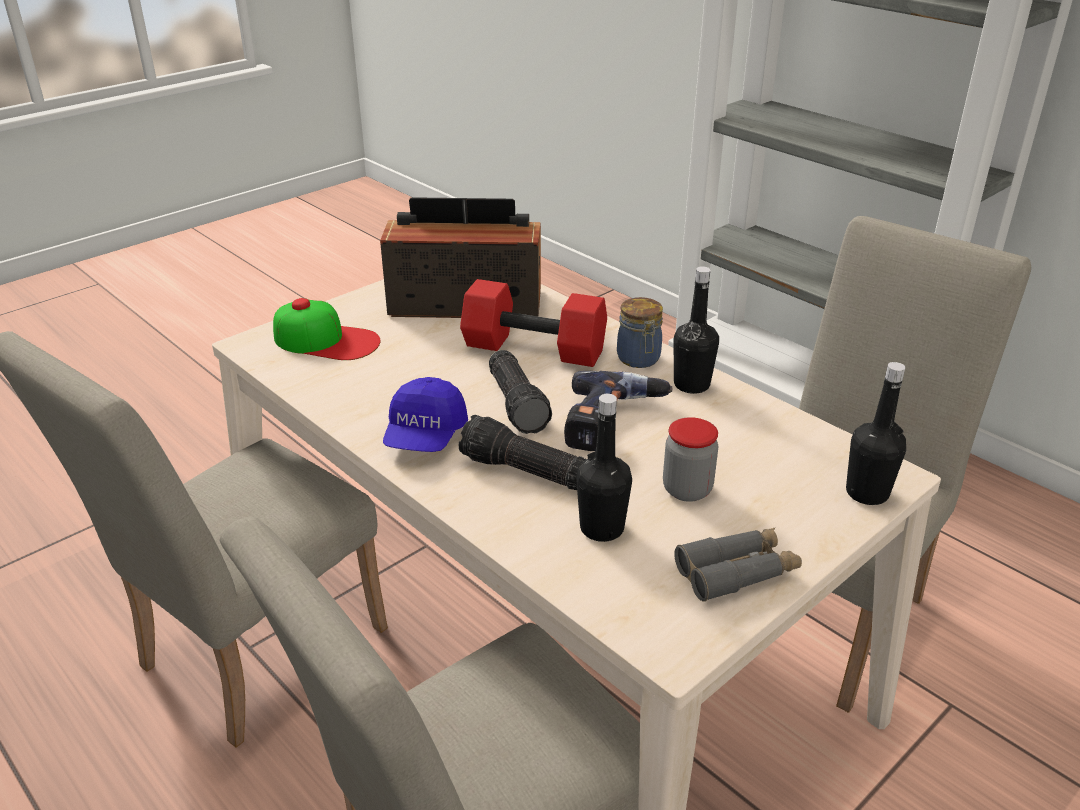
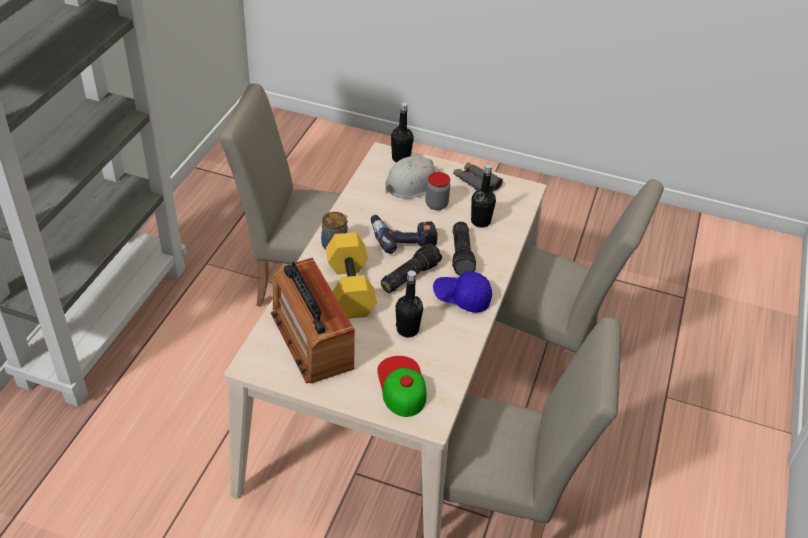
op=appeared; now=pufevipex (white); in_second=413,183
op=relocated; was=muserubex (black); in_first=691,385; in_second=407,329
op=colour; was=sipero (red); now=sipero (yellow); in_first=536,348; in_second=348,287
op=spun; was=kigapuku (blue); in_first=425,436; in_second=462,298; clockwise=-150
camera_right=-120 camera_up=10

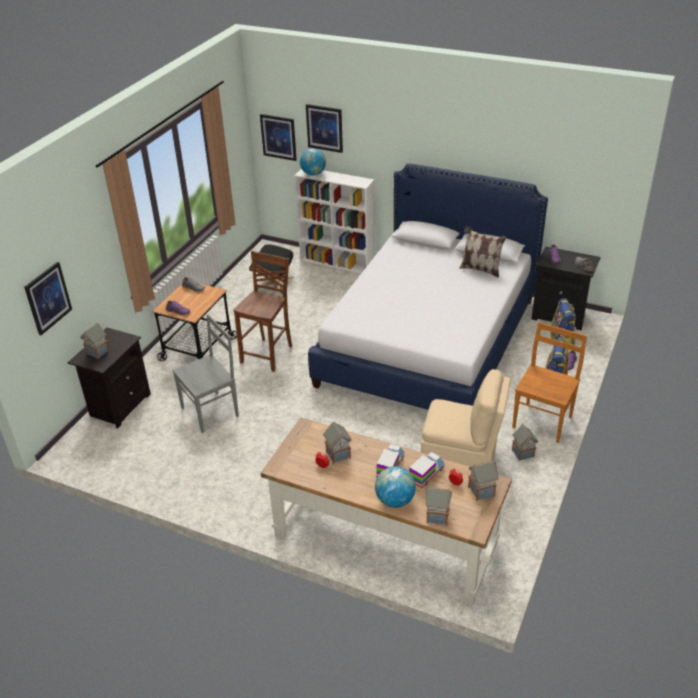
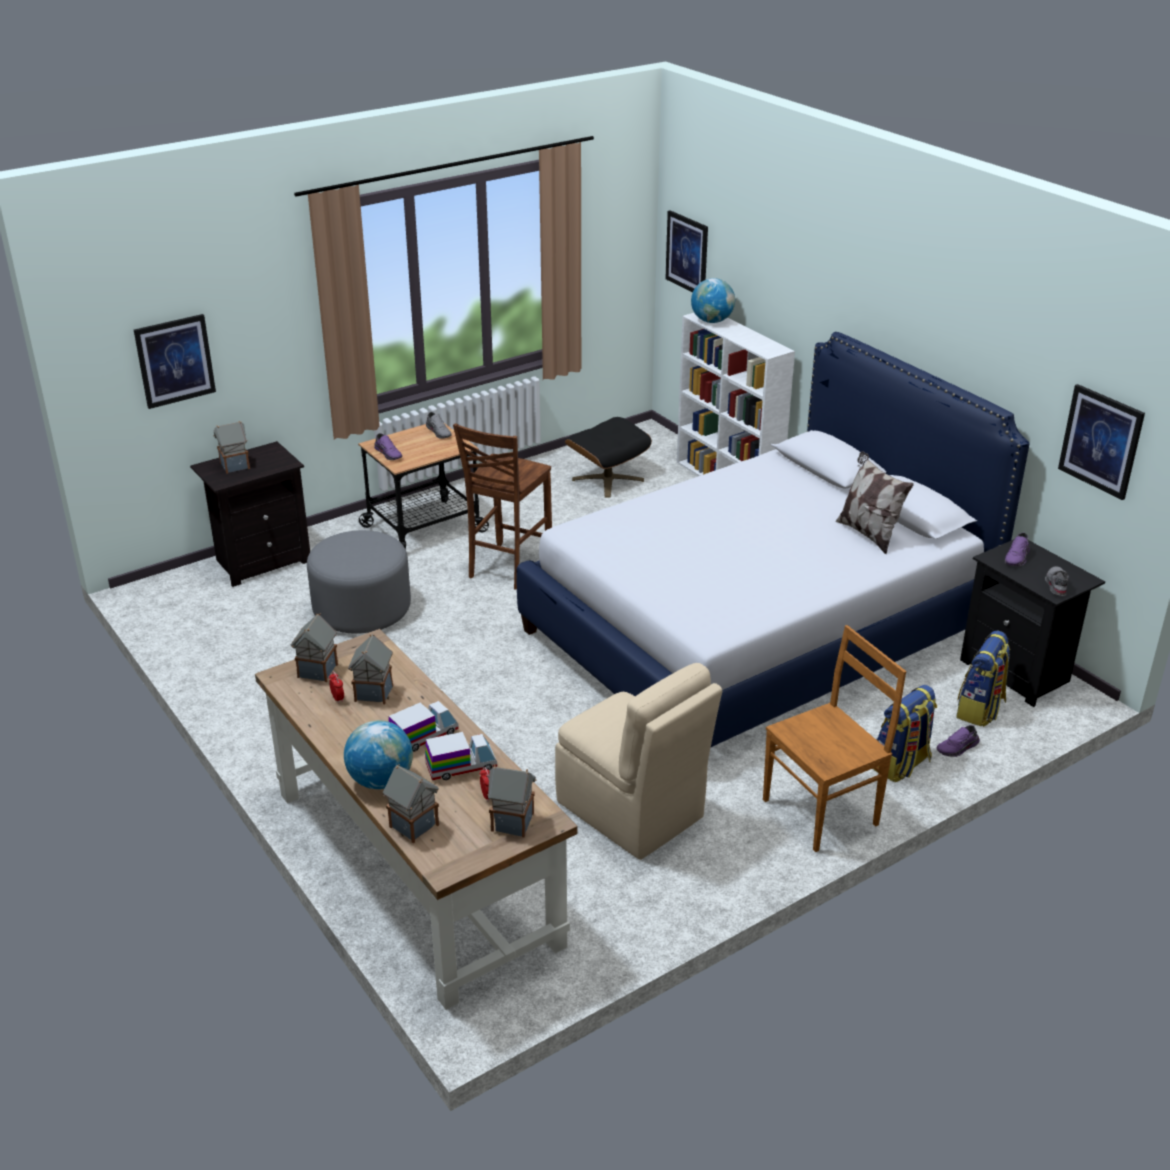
op=relocated; was=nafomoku; in_first=324,128; in_second=1101,441
op=relocated; was=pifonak; in_first=523,454; in_second=317,672
op=exchanged; was=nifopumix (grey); now=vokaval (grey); in_first=211,411; in_second=362,610
op=spun; was=nifopumix (brown); in_first=268,354; in_second=507,567; clockwise=150
camera_right=30 camera_up=-5

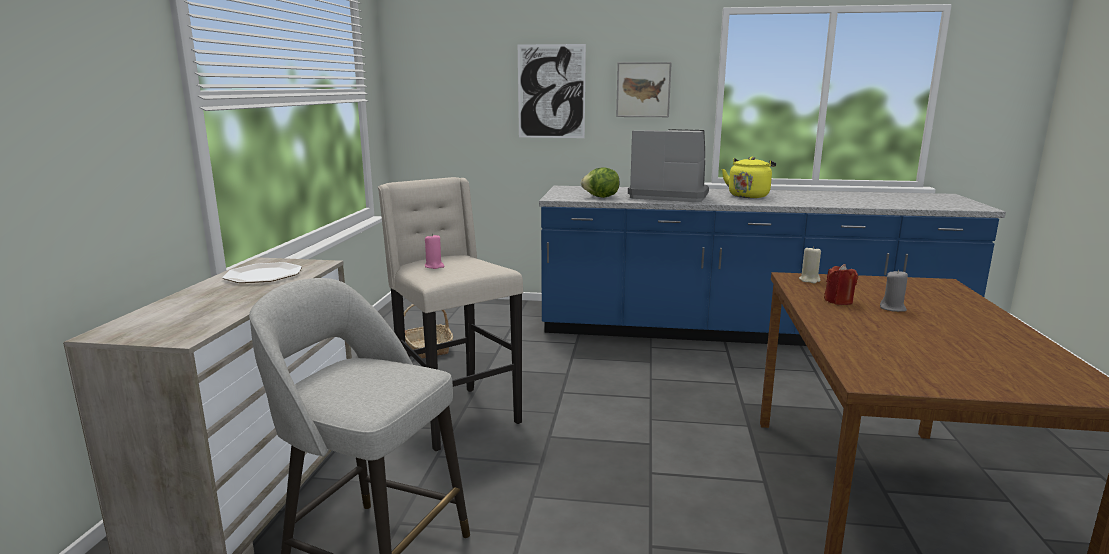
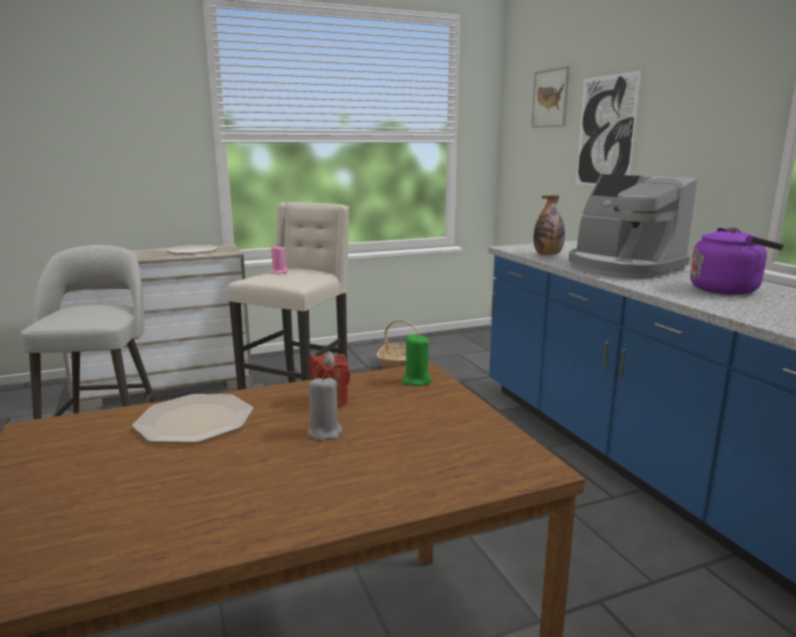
op=appeared; now=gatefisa; in_second=194,420
op=relocated; was=nafomoku; in_first=643,90; in_second=550,98
op=exchanged; was=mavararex; now=muserubex; in_first=601,197; in_second=547,255
op=colour; was=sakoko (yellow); now=sakoko (purple); in_first=748,195; in_second=727,290
op=colour; was=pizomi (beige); now=pizomi (green); in_first=809,280; in_second=416,381
op=spun; was=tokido; in_first=668,196; in_second=622,268; clockwise=150
camera_right=60 camera_up=0

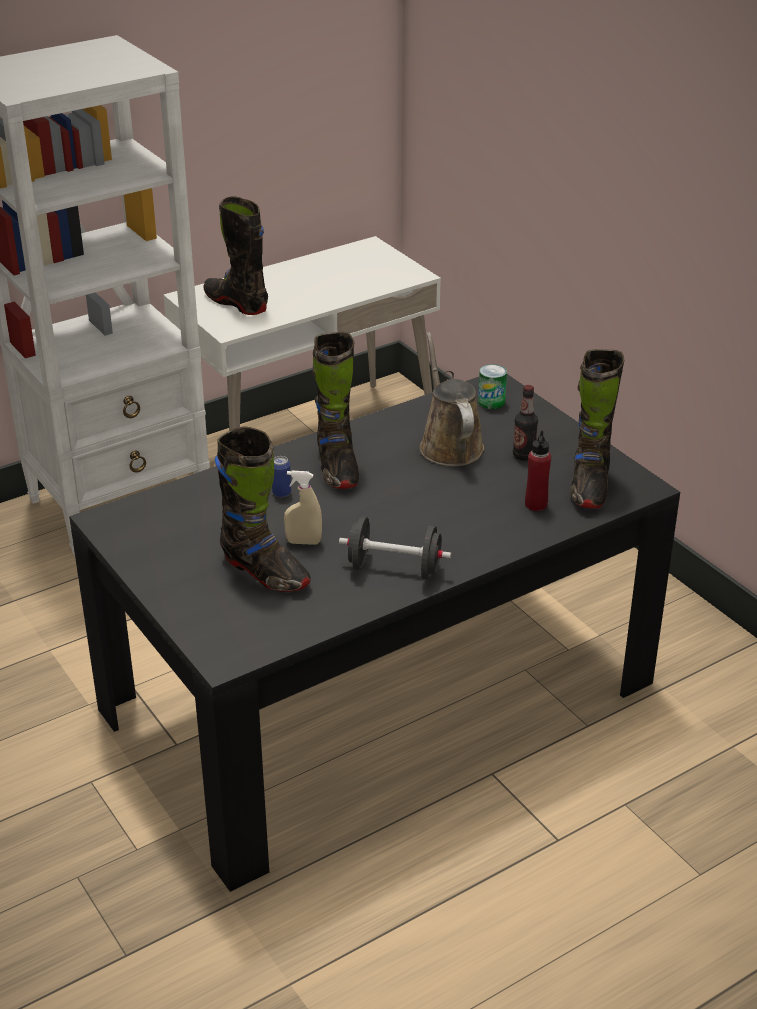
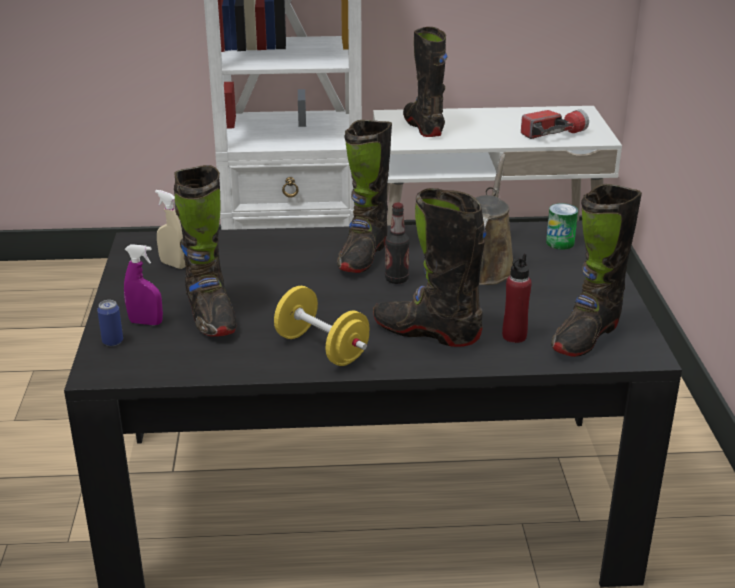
op=appeared; now=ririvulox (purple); in_second=146,322
op=appeared; now=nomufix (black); in_second=427,332
op=appeared; now=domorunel; in_second=553,134
op=relocated; was=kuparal; in_first=281,493; in_second=112,341
op=relocated; was=ririvulox (beige); in_first=303,542; in_second=173,264
op=relocated; was=muserubex; in_first=523,455; in_second=396,279
op=colour; was=sipero (black); now=sipero (yellow); in_first=394,569; in_second=322,348
camera_right=30 camera_up=-5

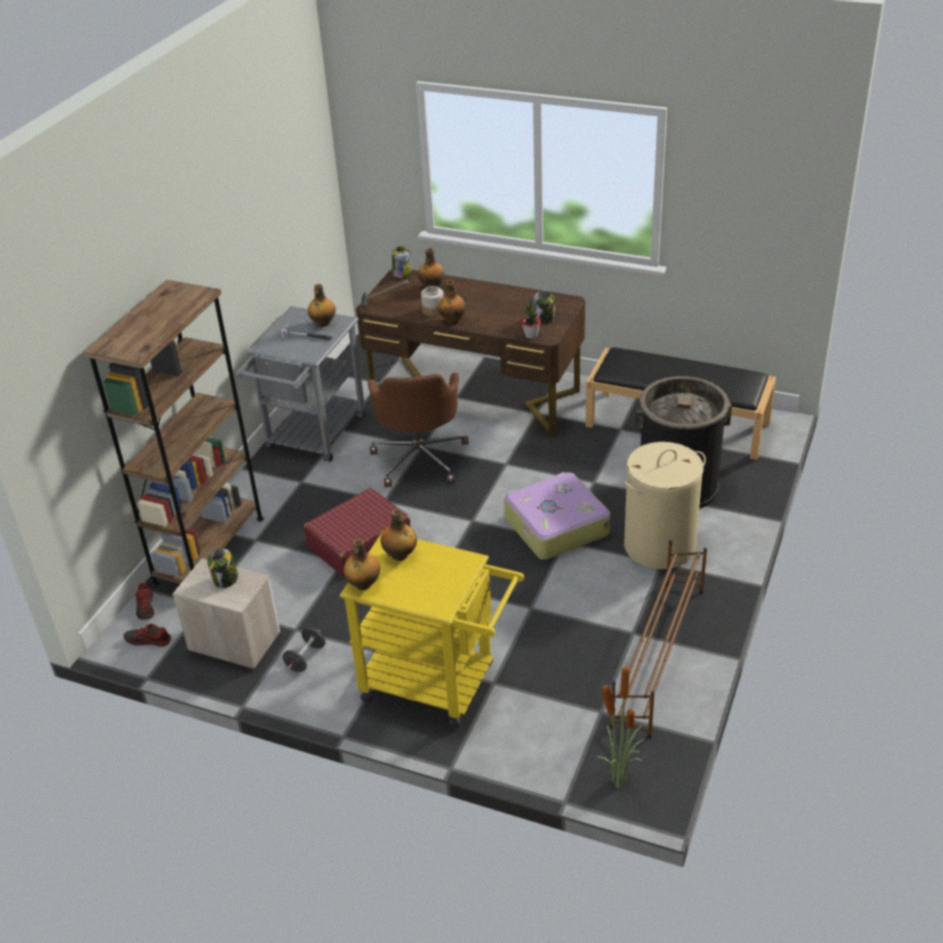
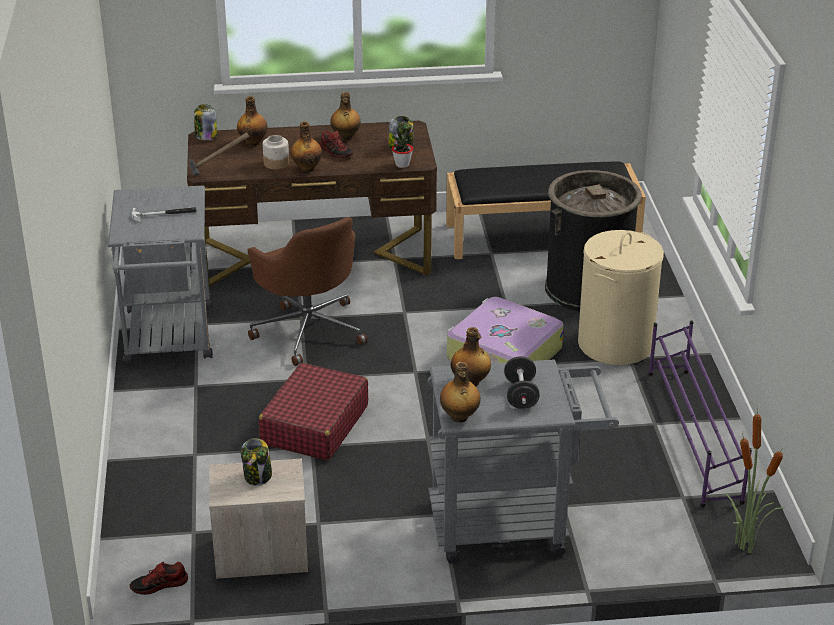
op=missing; was=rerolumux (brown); in_first=209,551
op=relocated; was=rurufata; in_first=146,607; in_second=336,152
op=relocated; was=sipero (black); in_first=305,658; in_second=521,395
op=relocated; was=muserubex; in_first=323,324; in_second=345,137
op=colour; was=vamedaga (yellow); now=vamedaga (grey); in_first=439,684; in_second=512,524
op=colour; was=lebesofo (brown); now=lebesofo (purple); in_first=658,656; in_second=693,436
camera_right=-30 camera_up=-5

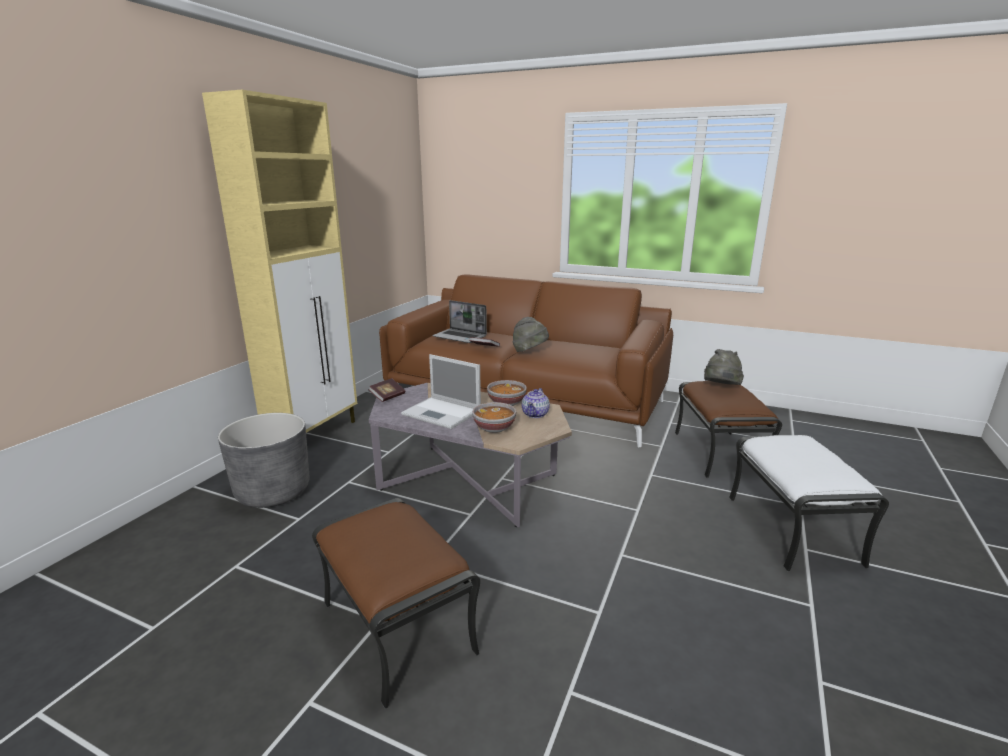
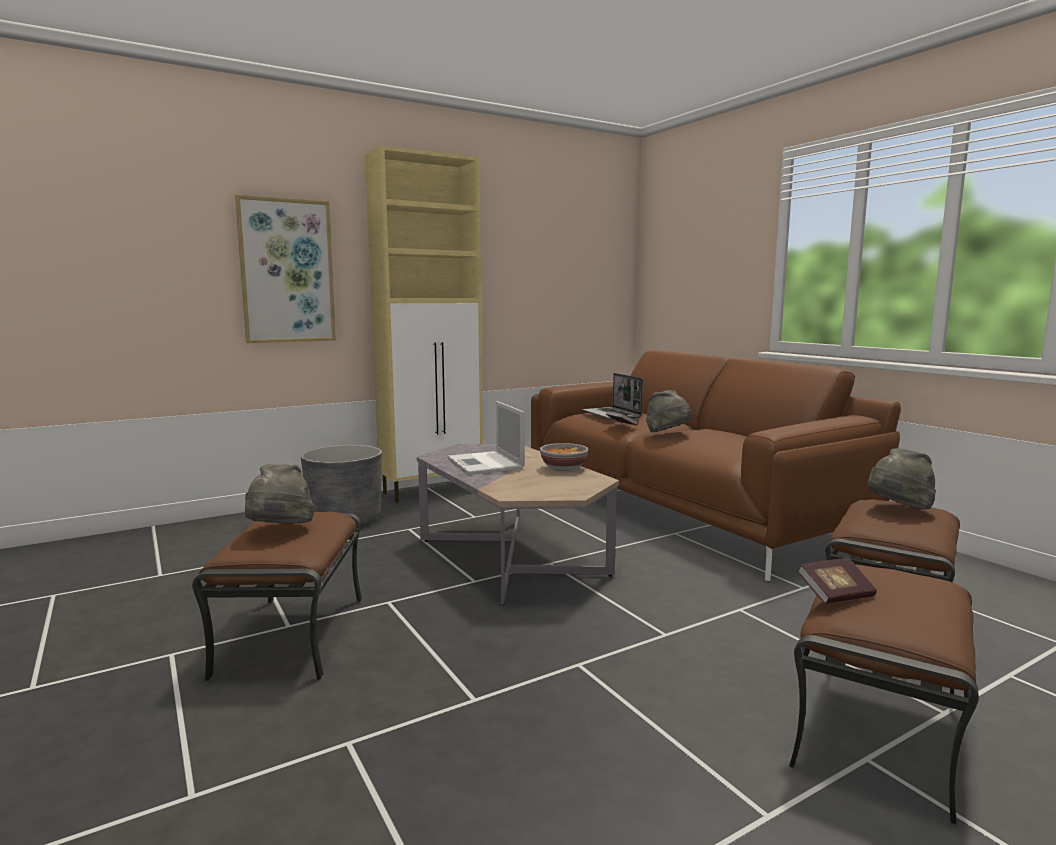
op=missing; was=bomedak; in_first=494,428
op=missing; was=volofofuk; in_first=535,414
op=appeared; now=nafomoku; in_second=287,271
op=appeared; now=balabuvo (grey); in_second=280,531
op=relocated; was=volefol; in_first=387,397; in_second=835,595
op=colour; was=vokaval (white); now=vokaval (brown); in_first=793,530; in_second=880,732
camera_right=35 camera_up=-10

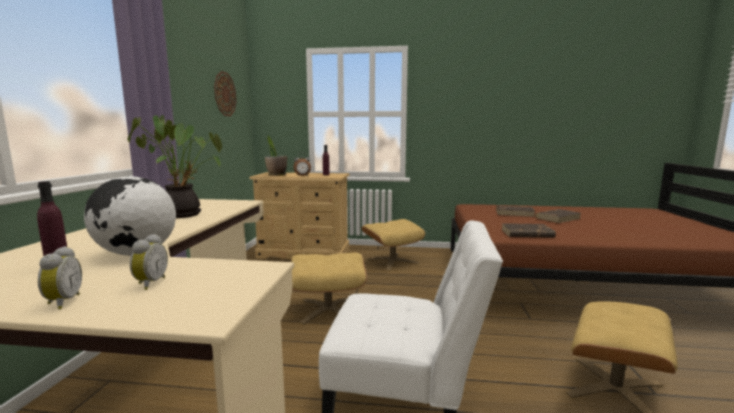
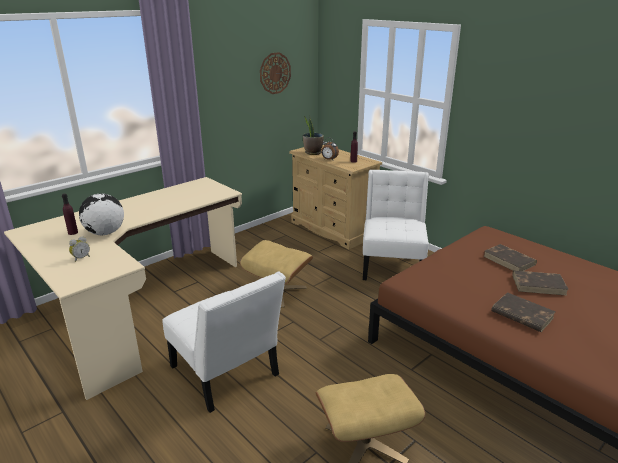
op=missing; was=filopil; in_first=62,302
op=missing; was=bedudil; in_first=184,214
op=relocated; was=volefol (brown); in_first=526,233; in_second=521,315
op=exchanged; was=vokaval (beige); now=nifopumix (white); in_first=392,261; in_second=392,265
camera_right=40 camera_up=15

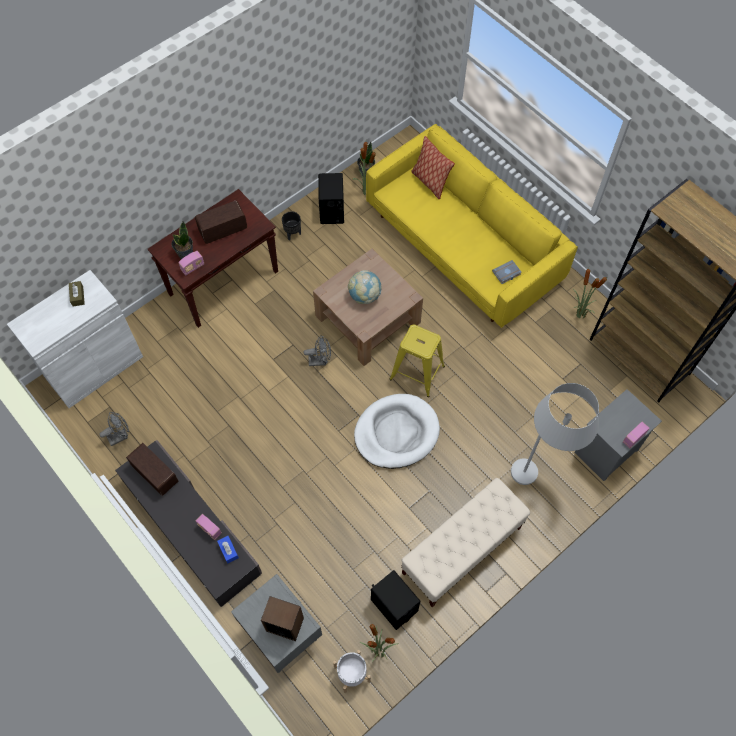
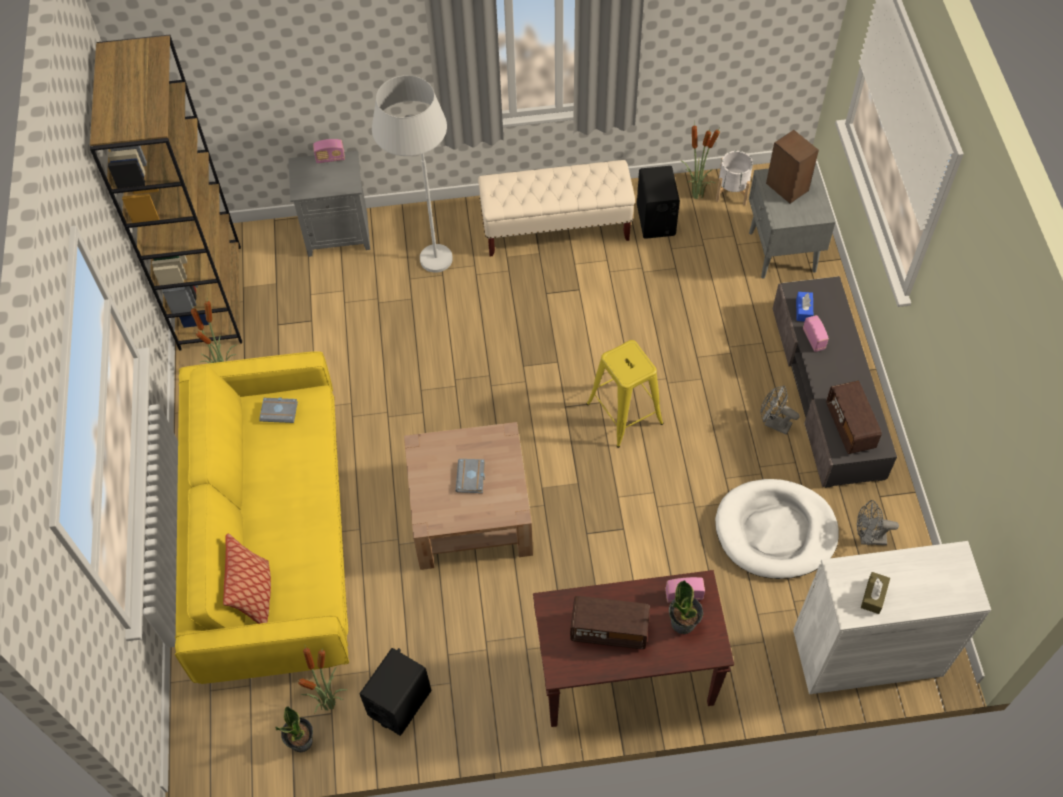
op=missing; was=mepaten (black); in_first=292,233
op=relocated; was=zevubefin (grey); in_first=320,361; in_second=773,423
op=relocated; was=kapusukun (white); in_first=396,433; in_second=775,531
op=relocated; was=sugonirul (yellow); in_first=417,372; in_second=624,413
op=exchanged; was=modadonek; now=volefol (grey); in_first=364,295; in_second=472,478
camera_right=-145 camera_up=-5

